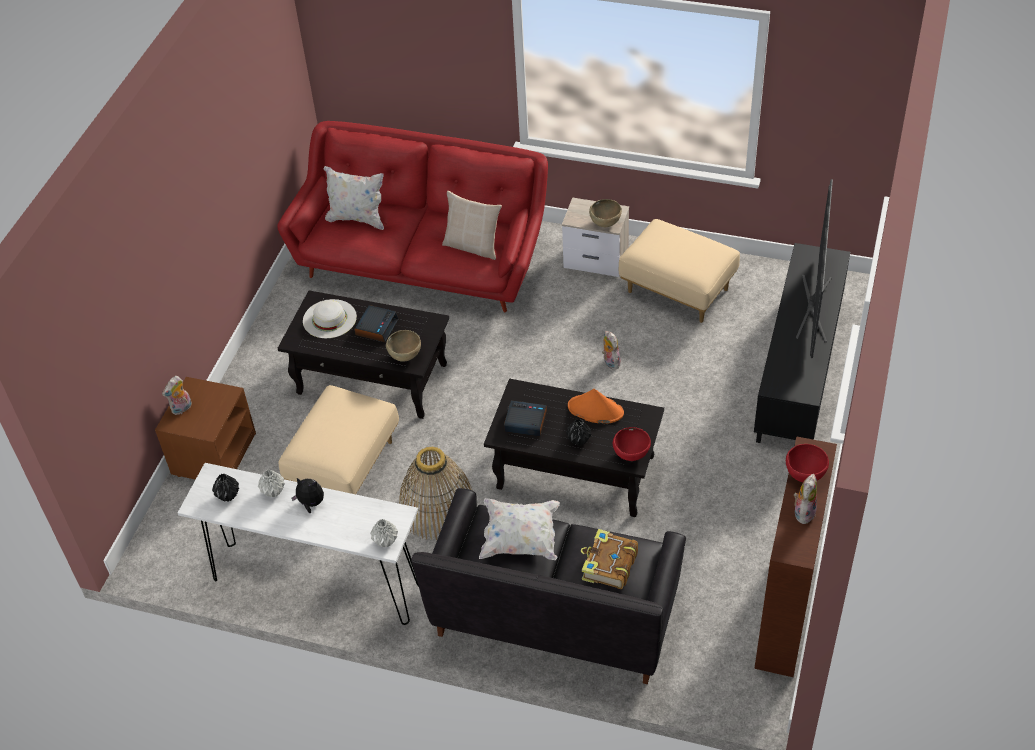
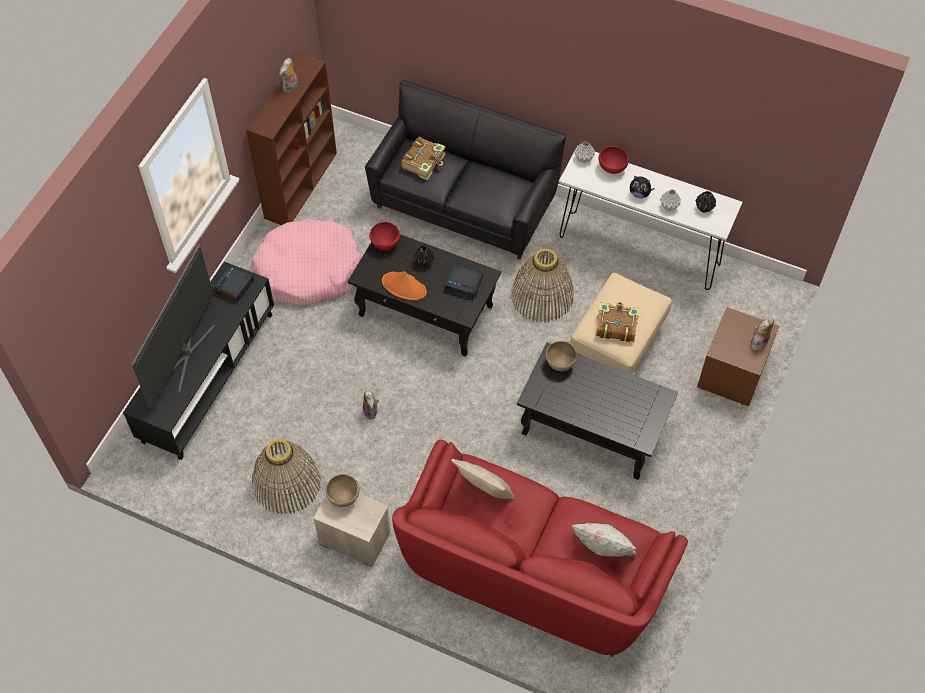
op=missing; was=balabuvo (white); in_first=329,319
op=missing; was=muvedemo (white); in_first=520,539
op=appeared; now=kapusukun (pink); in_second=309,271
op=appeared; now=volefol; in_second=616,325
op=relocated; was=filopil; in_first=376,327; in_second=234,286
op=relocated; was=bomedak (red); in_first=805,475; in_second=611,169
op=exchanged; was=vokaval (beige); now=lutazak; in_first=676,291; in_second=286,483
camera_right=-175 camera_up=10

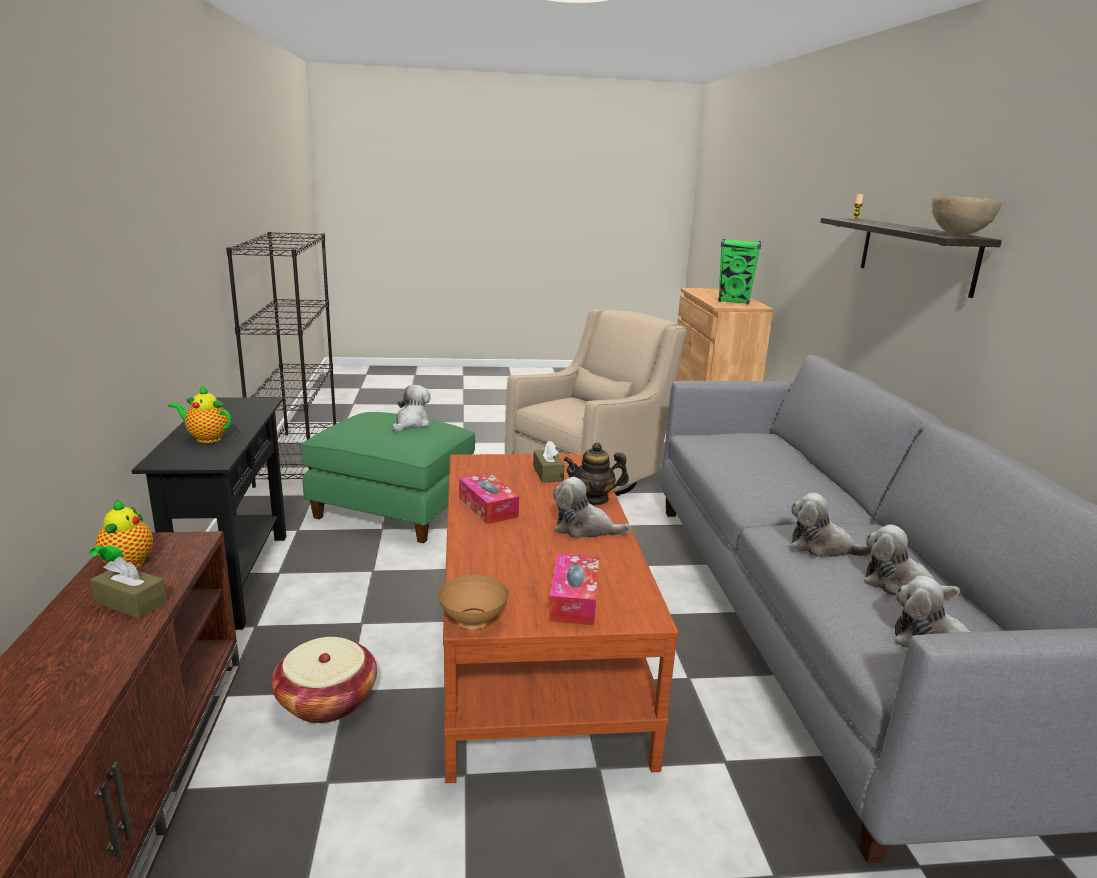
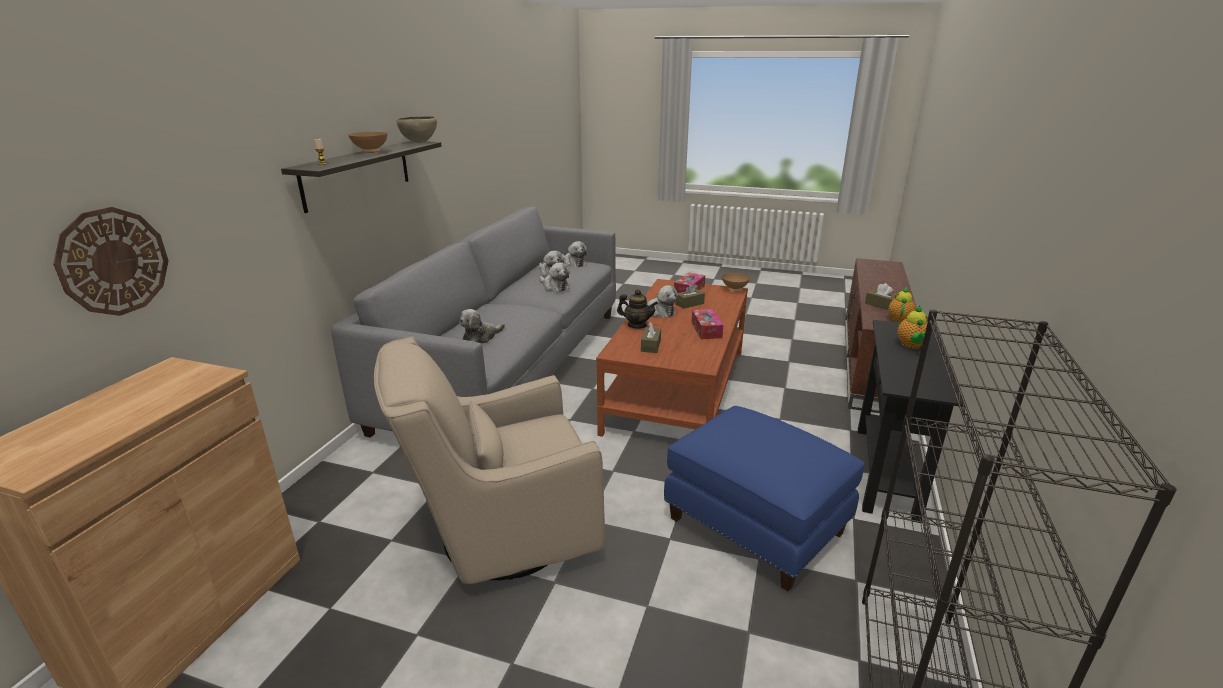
op=missing; was=lutazak; in_first=327,700
op=missing; was=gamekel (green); in_first=734,301
op=appeared; now=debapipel; in_second=113,262
op=appeared; now=bomedak (brown); in_second=371,152
op=appeared; now=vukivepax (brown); in_second=689,304
op=relocated; was=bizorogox; in_first=411,424; in_second=481,337
op=colour; was=vokaval (green); now=vokaval (blue); in_first=392,511; in_second=757,525
op=spun; was=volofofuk; in_first=206,438; in_second=911,346; clockwise=60
camera_right=-155 camera_up=5

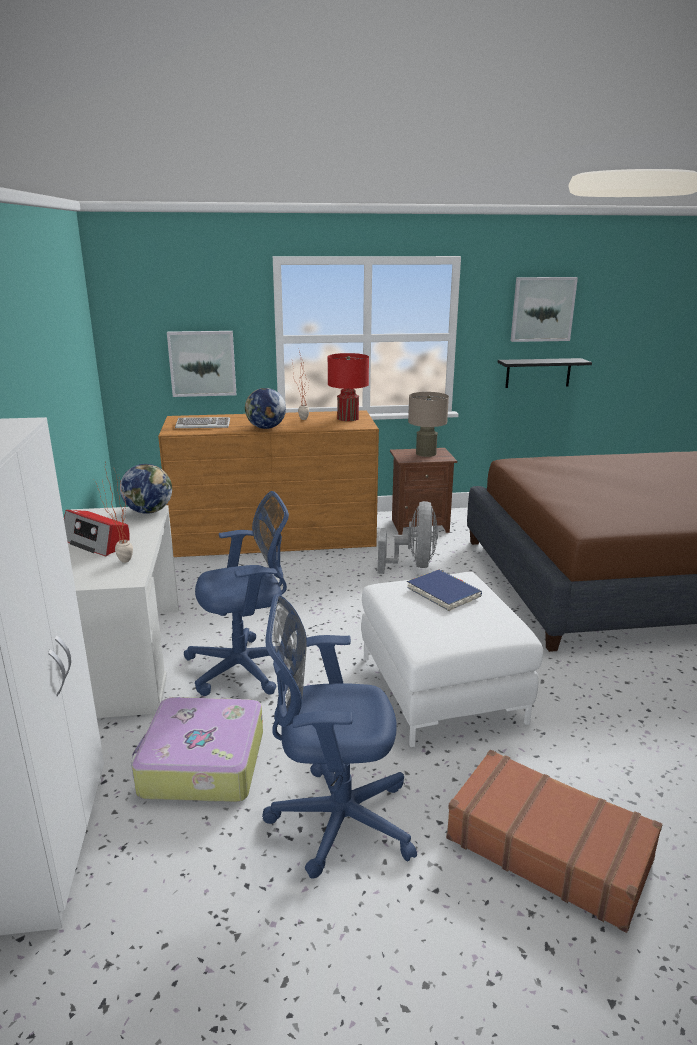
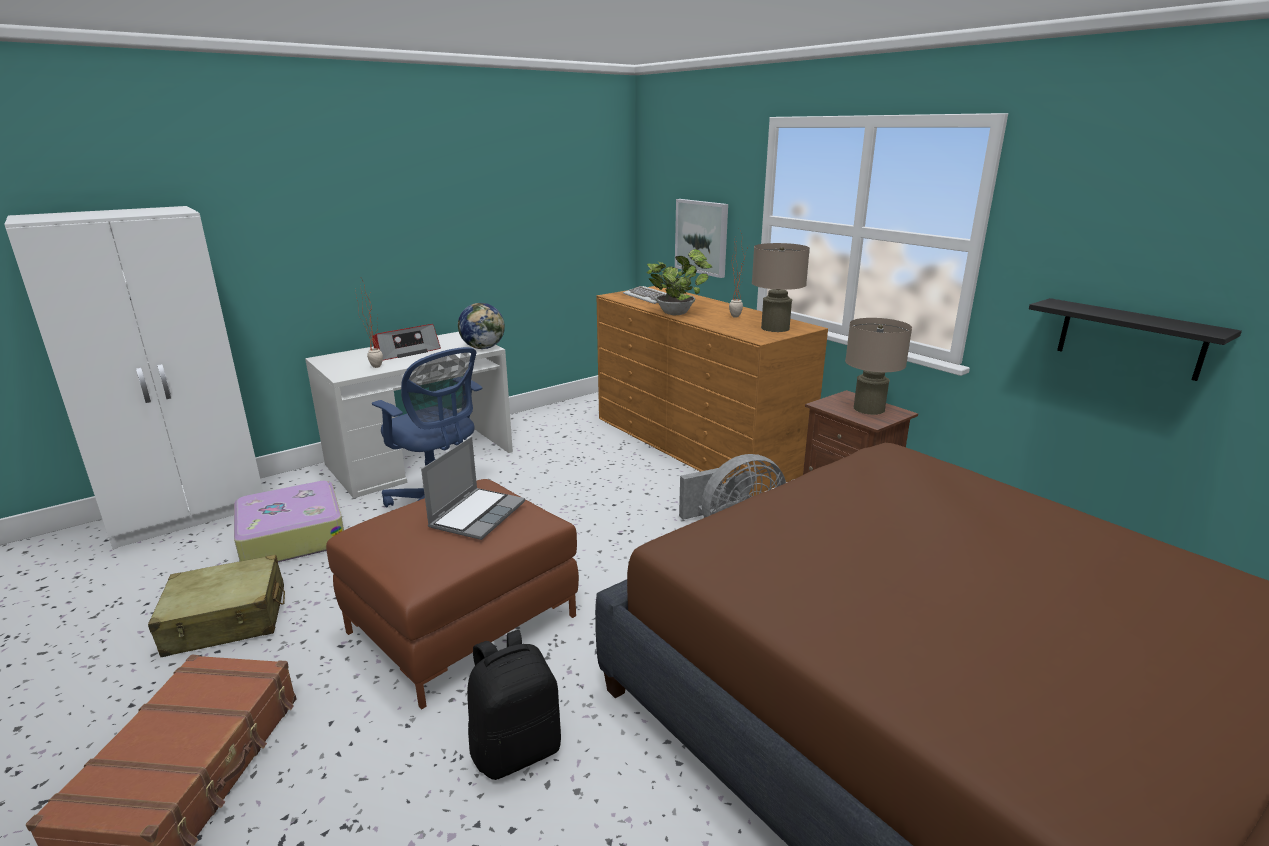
op=missing; was=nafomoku; in_first=542,309
op=appeared; now=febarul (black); in_second=516,749
op=exchanged; was=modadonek; now=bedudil; in_first=266,428; in_second=677,313
op=exchanged; was=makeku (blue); now=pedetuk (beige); in_first=335,820; in_second=227,620
op=exchanged; was=volefol (blue); now=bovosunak; in_first=443,592; in_second=477,514
op=colour; was=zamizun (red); now=zamizun (beige); in_first=348,418; in_second=775,328
op=colour; was=vokaval (white); now=vokaval (brown); in_first=440,689; in_second=462,624
op=spun; was=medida; in_first=96,542; in_second=406,351; clockwise=-135
camera_right=60 camera_up=0

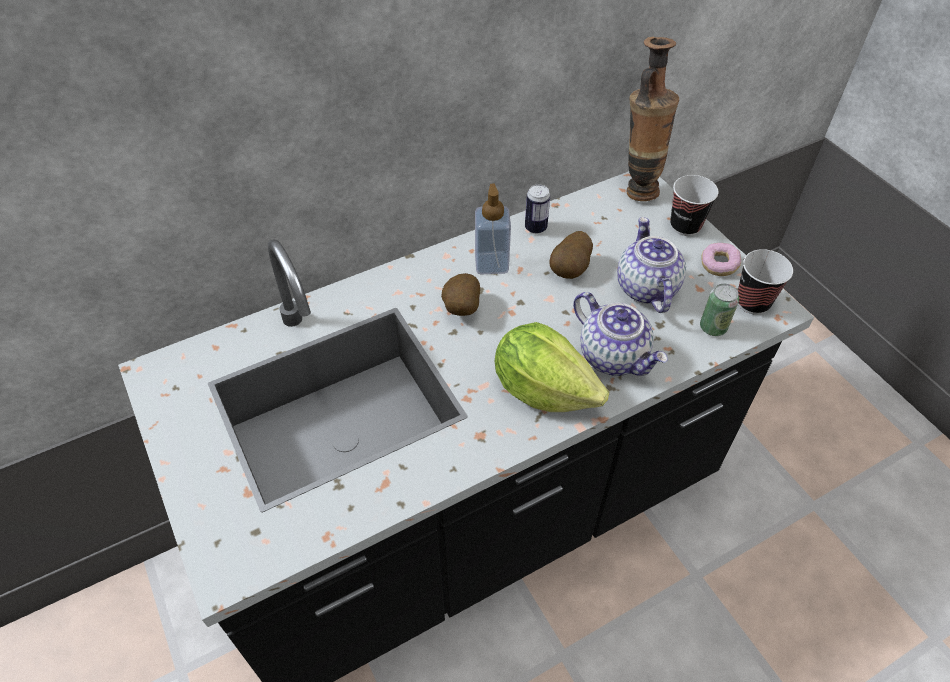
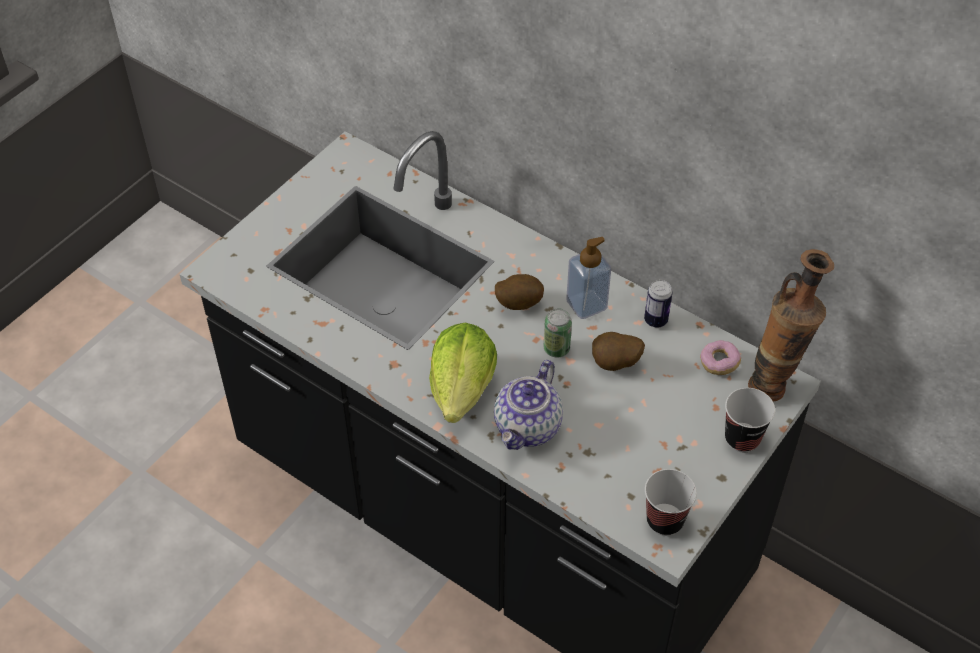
op=missing; was=volofofuk; in_first=645,287
op=relocated; was=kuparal; in_first=713,327; in_second=556,348
op=relocated; was=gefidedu; in_first=718,265; in_second=719,363
camera_right=65 camera_up=0

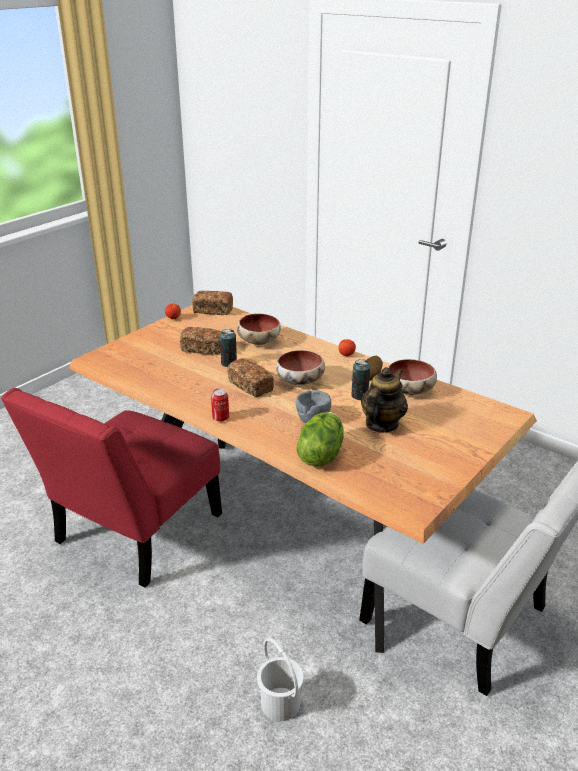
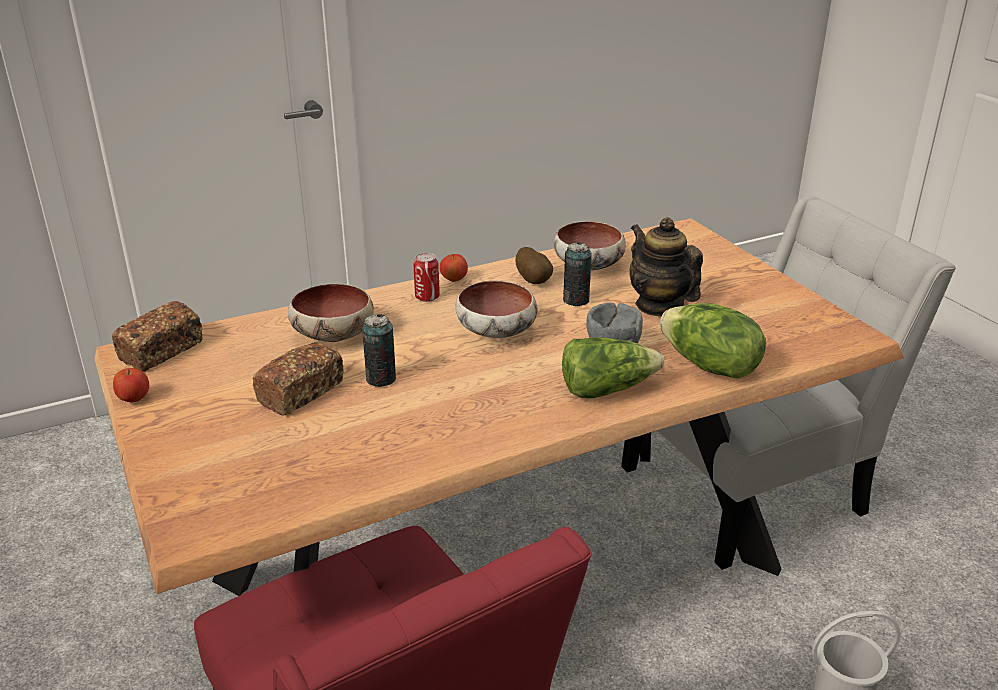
op=missing; was=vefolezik; in_first=250,386
op=appeared; now=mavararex; in_second=606,389
op=relocated; was=kuparal; in_first=220,418; in_second=427,297
camera_right=-65 camera_up=0

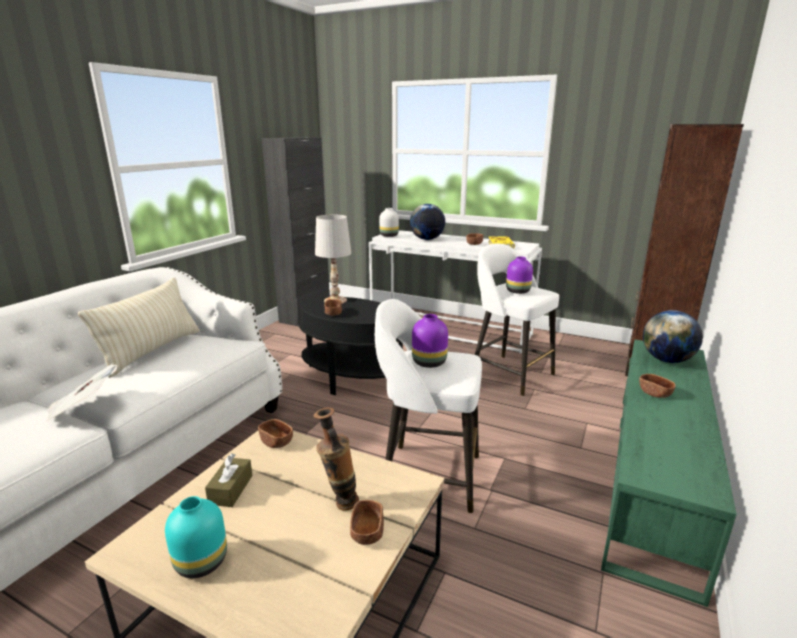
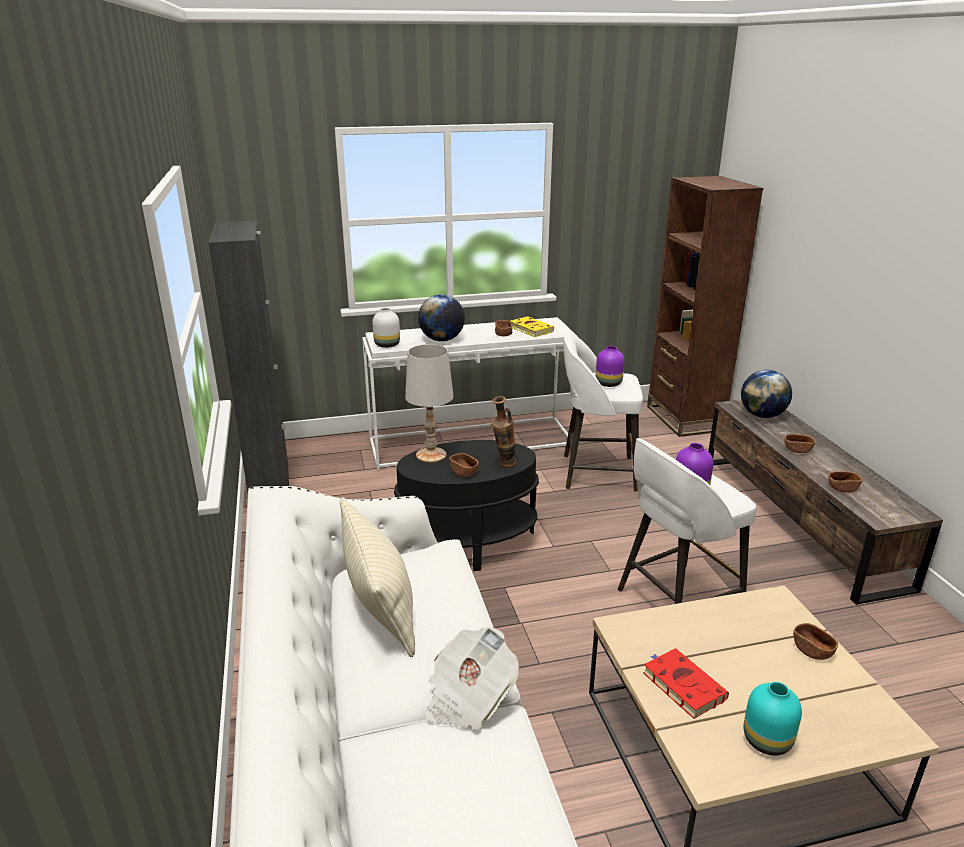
op=relocated; was=bomedak (brown); in_first=276,442; in_second=842,488
op=relocated; was=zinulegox; in_first=339,503; in_second=503,465
op=exchanged; was=vukivepax (brown); now=volefol (red); in_first=231,489; in_second=681,685
op=colour; was=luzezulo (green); now=luzezulo (brown); in_first=653,476; in_second=799,519
camera_right=-40 camera_up=5

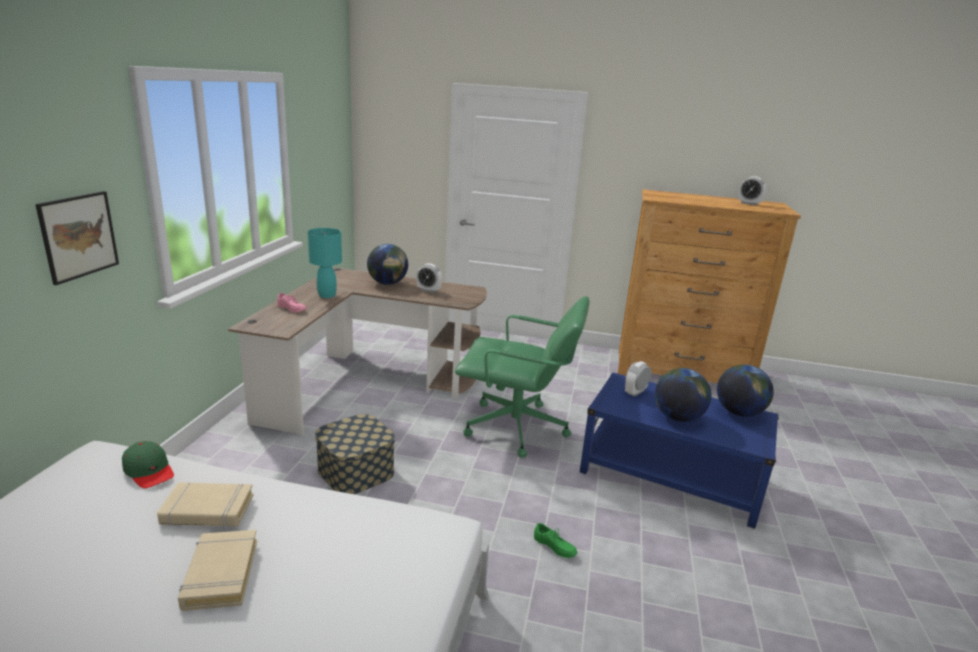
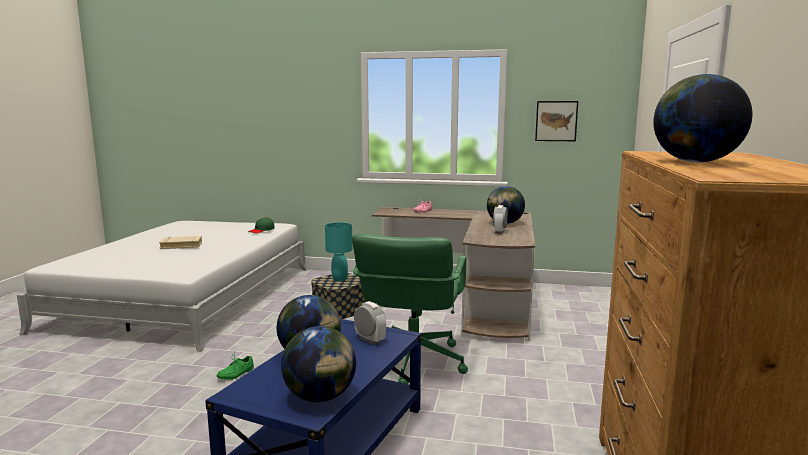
op=missing; was=volefol (beige); in_first=207,510
op=missing; was=filopil; in_first=749,204
op=appeared; now=modadonek; in_second=695,162
op=relocated; was=nafomoku; in_first=79,236; in_second=556,121
op=relocated; was=zamizun (turquoise); in_first=326,295; in_second=339,279
camera_right=90 camera_up=-10

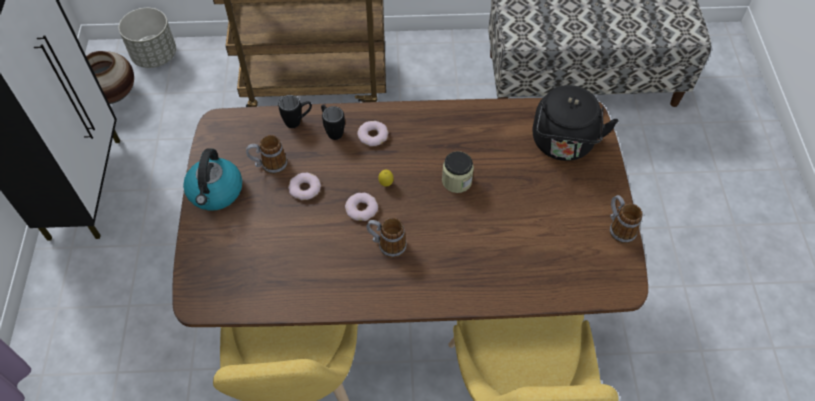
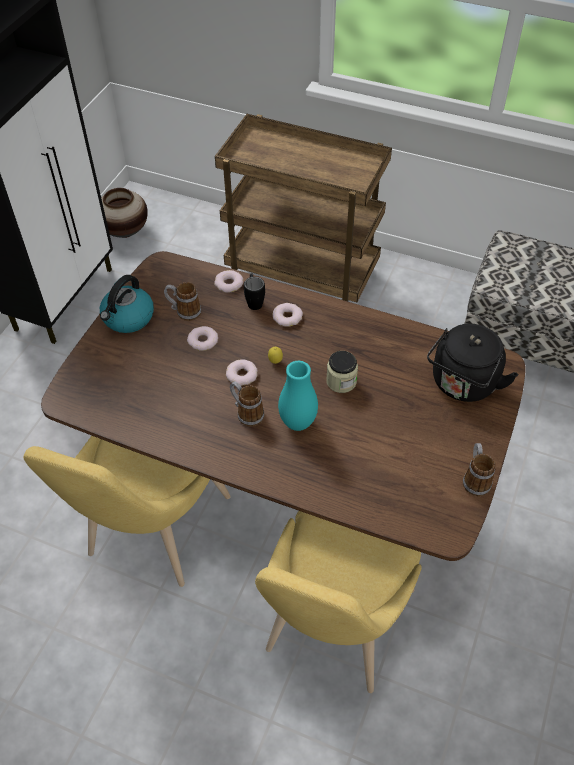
op=missing; was=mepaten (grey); in_first=155,55
op=appeared; now=zinulegox (turquoise); in_second=298,423
op=exchanged; was=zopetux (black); now=gefidedu; in_first=298,121; in_second=229,284
camera_right=25 camera_up=-5

